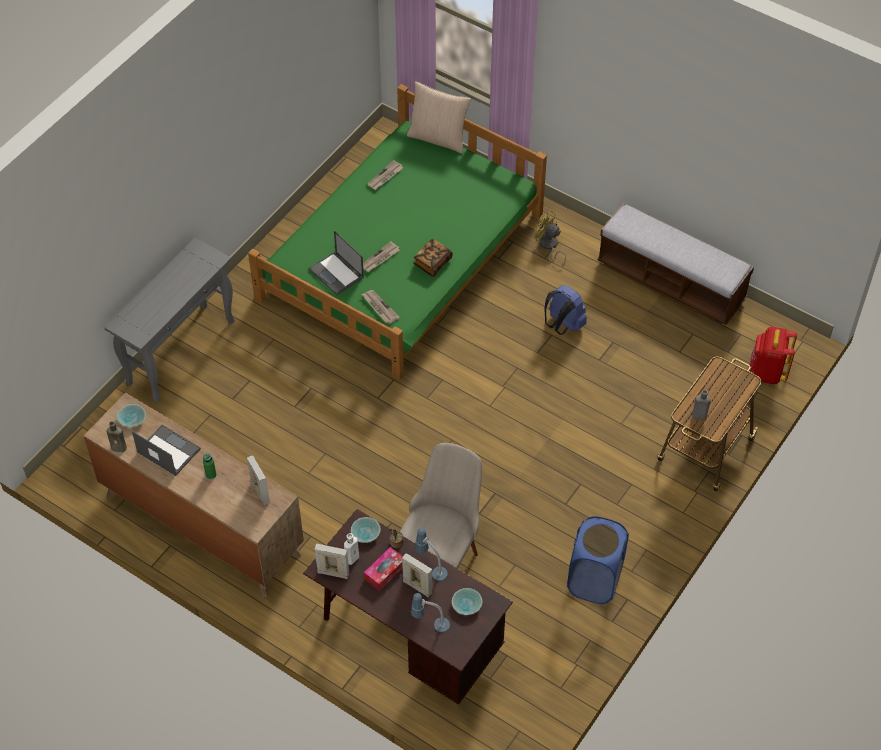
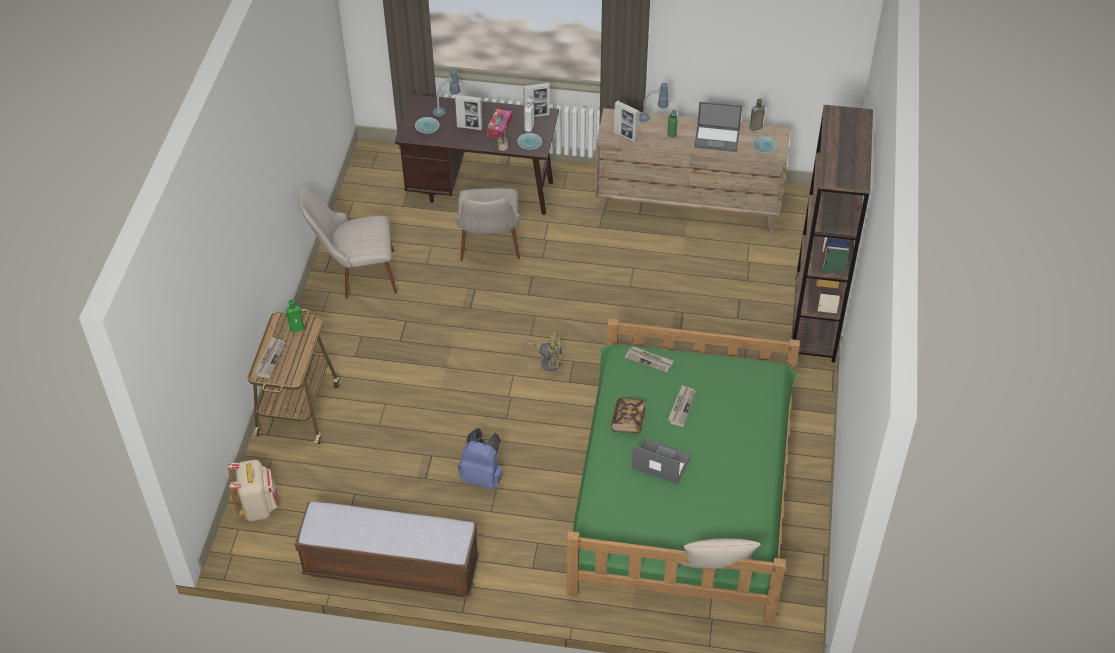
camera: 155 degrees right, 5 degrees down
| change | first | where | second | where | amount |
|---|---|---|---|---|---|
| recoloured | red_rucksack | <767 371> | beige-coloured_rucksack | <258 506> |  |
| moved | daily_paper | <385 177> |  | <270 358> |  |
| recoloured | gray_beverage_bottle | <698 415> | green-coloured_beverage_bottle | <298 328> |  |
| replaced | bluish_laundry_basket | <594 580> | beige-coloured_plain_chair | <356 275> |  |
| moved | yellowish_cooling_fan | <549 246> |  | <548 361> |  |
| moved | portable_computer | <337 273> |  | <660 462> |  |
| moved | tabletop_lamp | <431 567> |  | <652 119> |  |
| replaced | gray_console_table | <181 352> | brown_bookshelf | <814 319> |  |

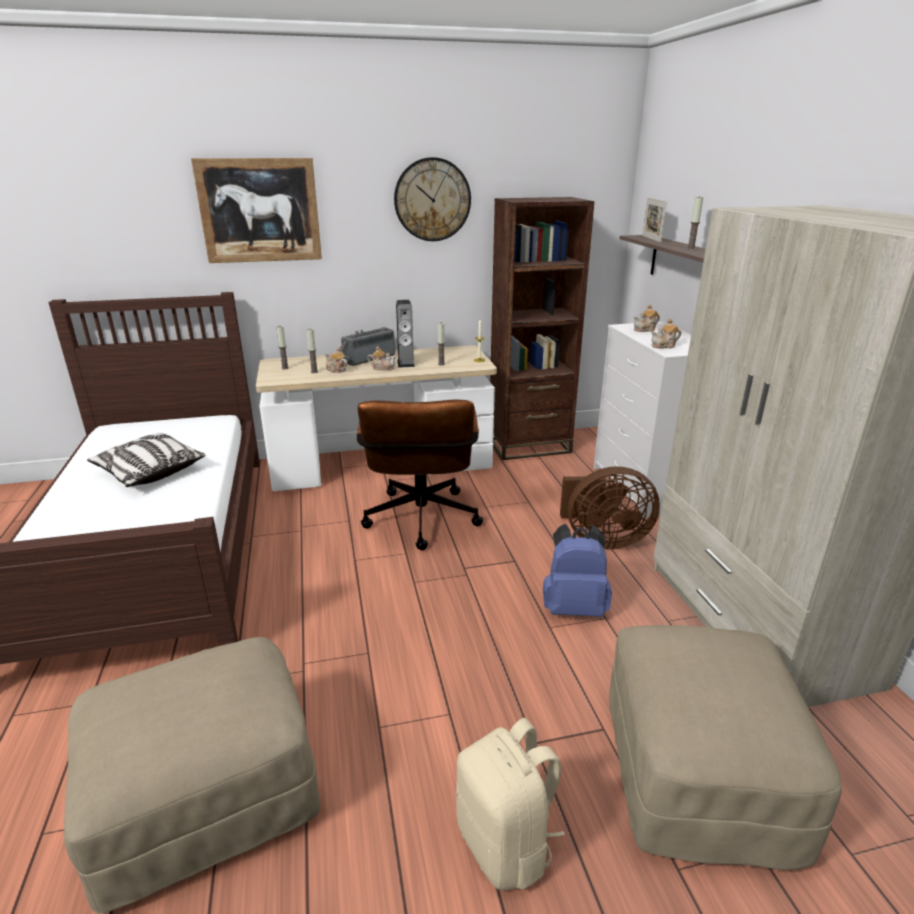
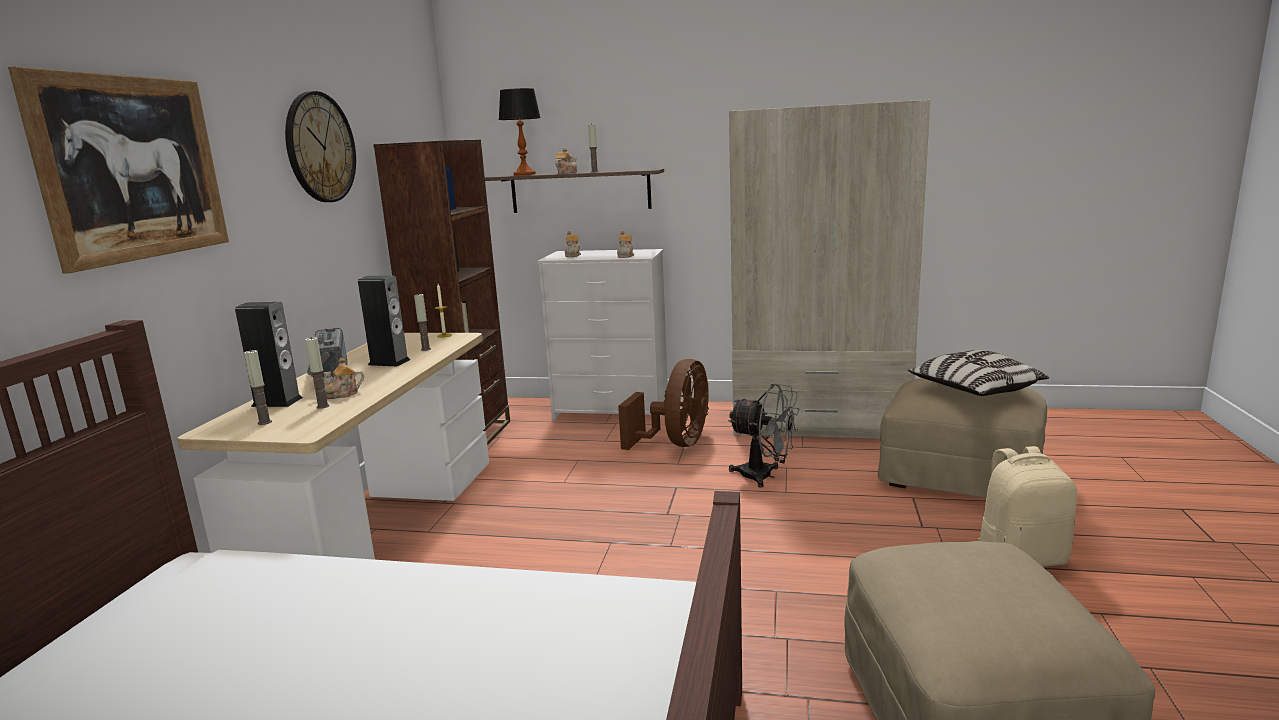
camera: 65 degrees left, 10 degrees down
| change | first | where | second | where | amount |
|---|---|---|---|---|---|
| added |  |  | audio_speaker | <277 402> |  |
| replaced | picture_frame | <651 239> | tabletop_lamp | <525 174> |  |
| moved | tea_pot | <382 368> |  | <566 172> |  |
| replaced | bluish_rucksack | <573 607> | gray_cooling_fan | <764 476> |  |
| moved | pillow | <149 472> |  | <974 391> |  |
| removed | brown_office_chair | <421 523> |  |  |  |

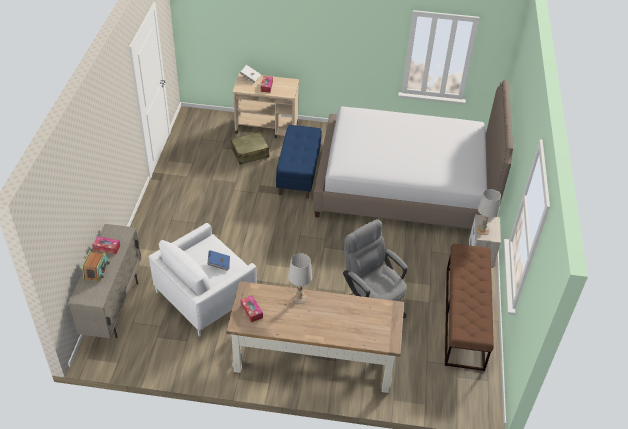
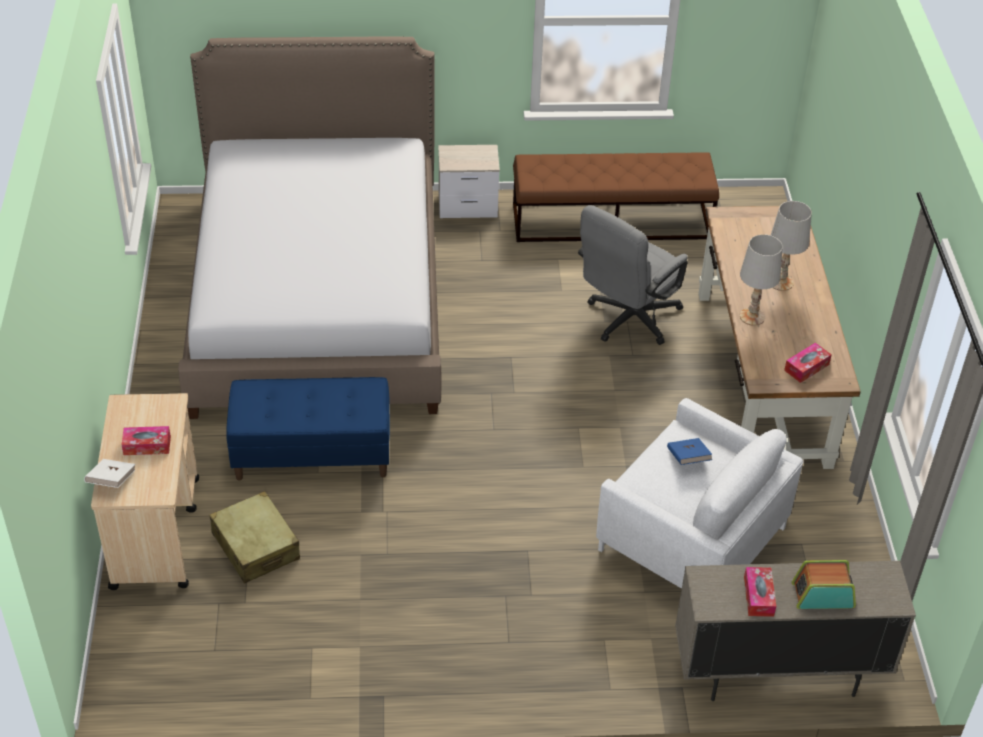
camera: 100 degrees left, 0 degrees up
| change | first | where | second | where | amount |
|---|---|---|---|---|---|
| moved | white_tabletop_lamp | <482 230> |  | <780 282> |  |

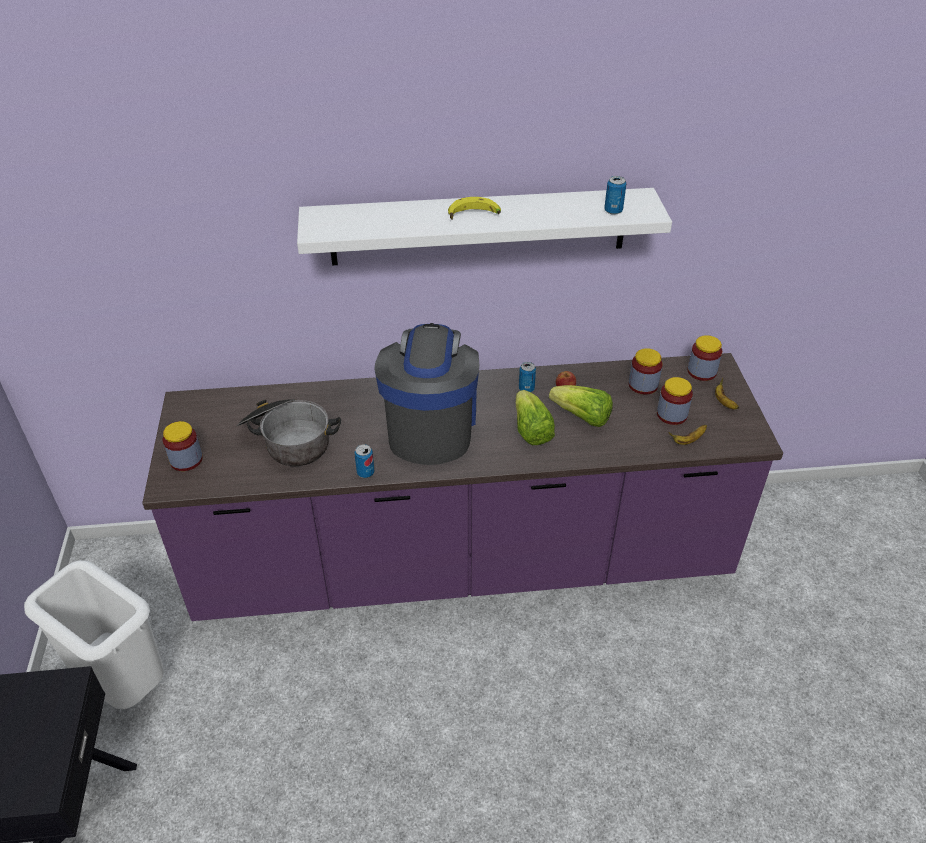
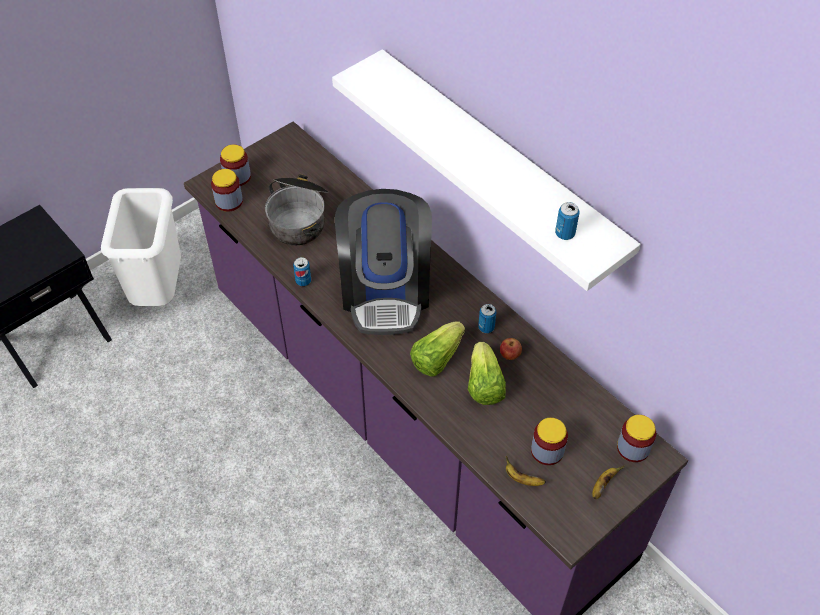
camera: 55 degrees right, 10 degrees up
| change | first | where | second | where | amount |
|---|---|---|---|---|---|
| moved | preserve_jar | <643 385> |  | <229 201> |  |
| turned | coffee_brewer | <430 426> |  | <385 290> | 120 degrees clockwise |
| removed | whole_banana | <474 217> |  |  |  |

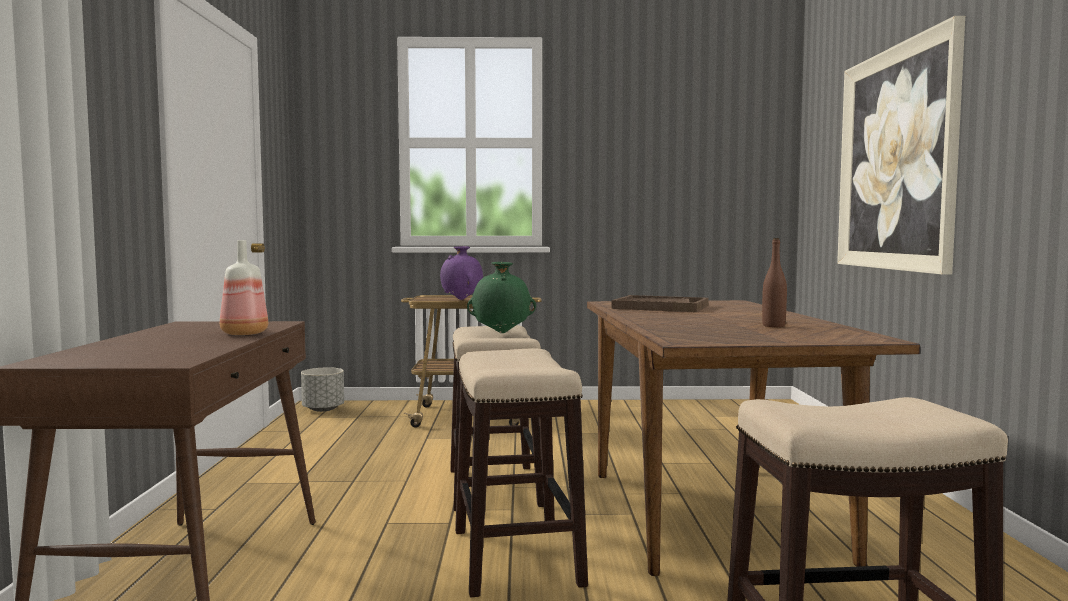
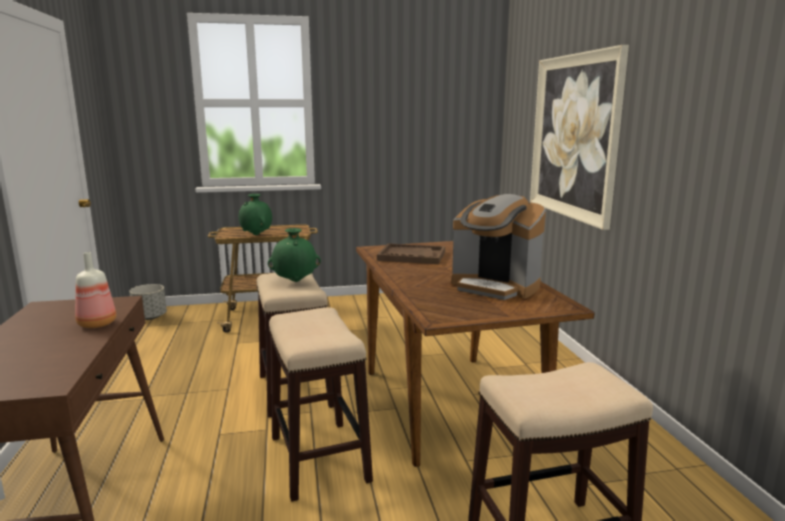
camera: 10 degrees left, 10 degrees up
| change | first | where | second | where | amount |
|---|---|---|---|---|---|
| recoloured | purplish_flower_vase | <462 299> | green-coloured_flower_vase | <256 235> |  |
| replaced | brown_beverage_bottle | <773 326> | coffee_brewer | <495 287> |  |

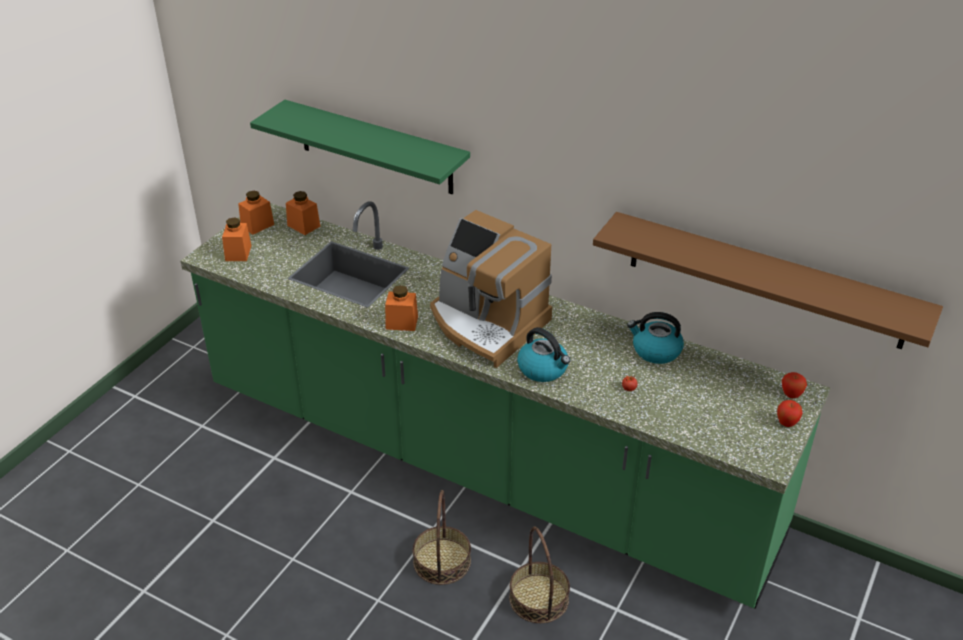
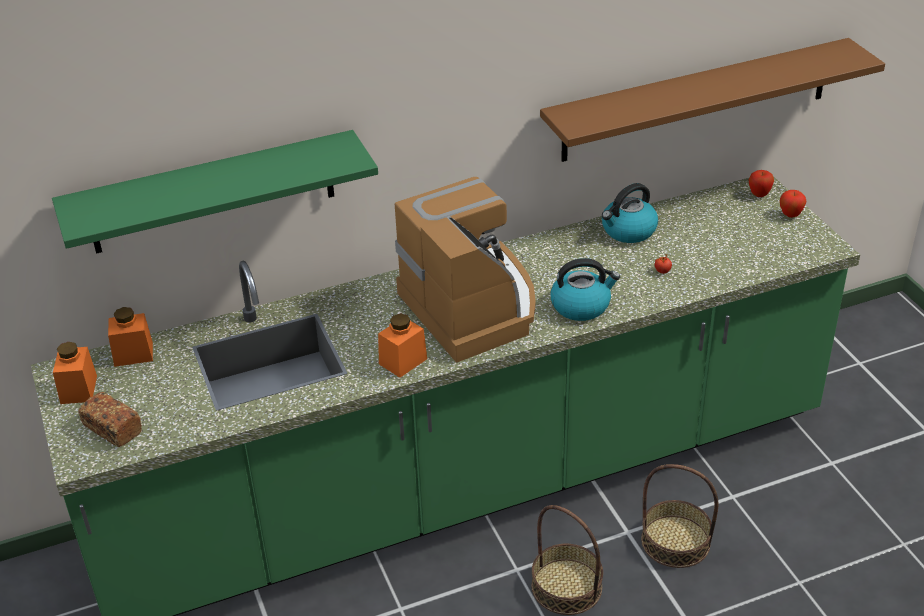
camera: 50 degrees left, 0 degrees up
| change | first | where | second | where | amount |
|---|---|---|---|---|---|
| replaced | orange_preserve_jar | <238 253> | bread | <112 428> |  |
| turned | coffee_brewer | <487 323> |  | <473 307> | 105 degrees counterclockwise |

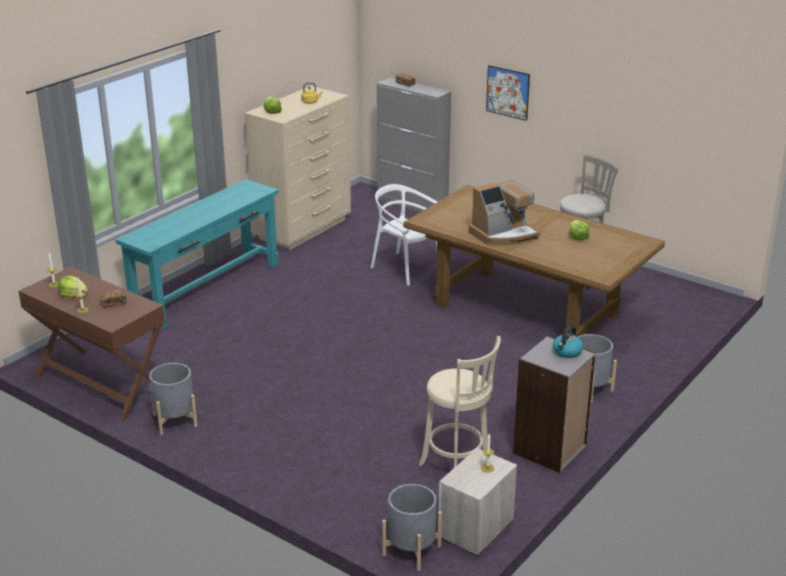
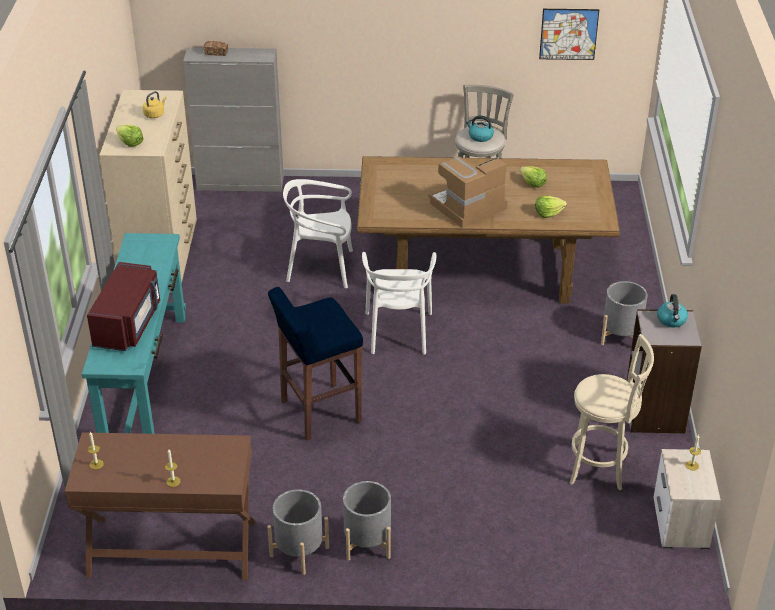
camera: 35 degrees left, 10 degrees up
| change | first | where | second | where | amount |
|---|---|---|---|---|---|
| added |  |  | red_microwave | <128 324> |  |
| added |  |  | bluish_stool_seat | <319 412> |  |
| moved | gray_flower_pot | <411 550> |  | <367 543> |  |
| added |  |  | white_plain_chair | <398 332> |  |
| turned | coffee_brewer | <503 235> |  | <467 207> | 150 degrees counterclockwise |
| added |  |  | water_kettle | <480 136> |  |
| moved | head_of_lettuce | <73 294> |  | <548 213> |  |
| moved | wall_picture | <507 92> |  | <568 34> |  |
| removed | bread | <114 303> |  |  |  |

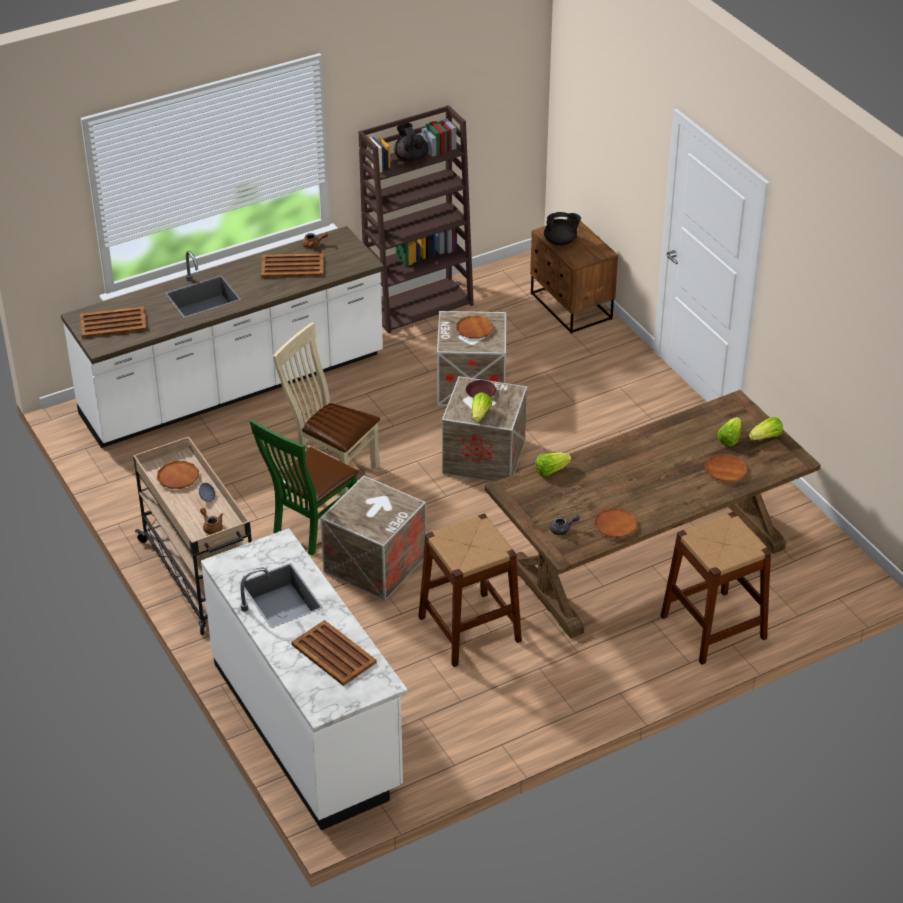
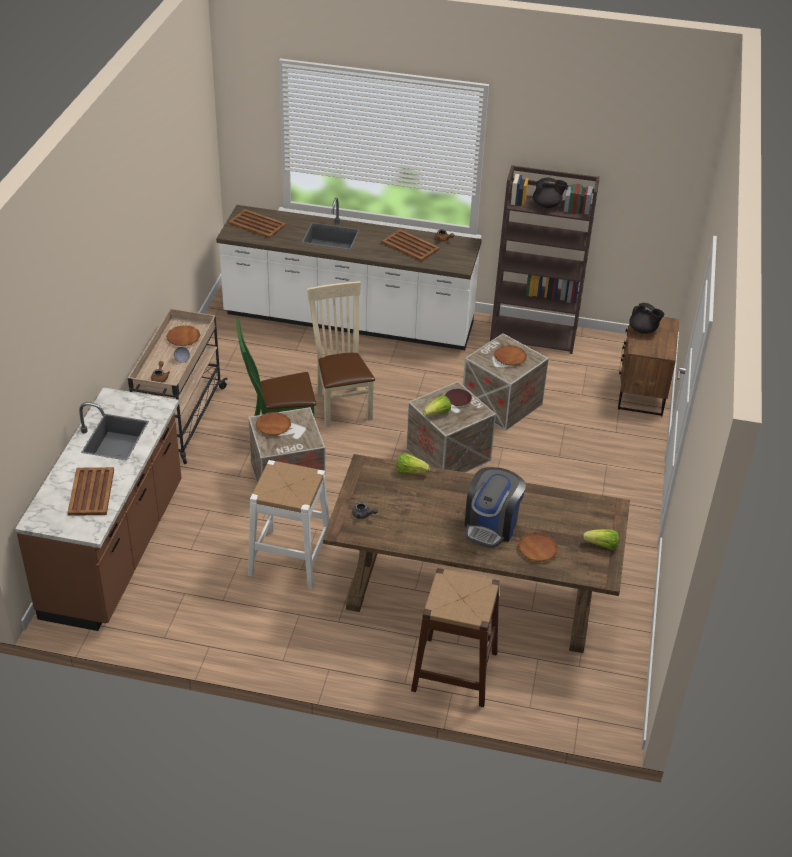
camera: 40 degrees right, 0 degrees up
| change | first | where | second | where | amount |
|---|---|---|---|---|---|
| recoloured | white_kitchen_base_unit | <307 726> | brown_kitchen_base_unit | <115 551> |  |
| recoloured | brown_stool_seat | <469 629> | white_stool_seat | <290 558> |  |
| moved | brown_dinner_plate | <615 525> |  | <273 426> |  |
| added |  |  | coffee_brewer | <491 525> |  |
| turned | black-coloured_tea_pot | <410 158> |  | <547 205> | 75 degrees clockwise |
| removed | head_of_lettuce | <729 439> |  |  |  |

